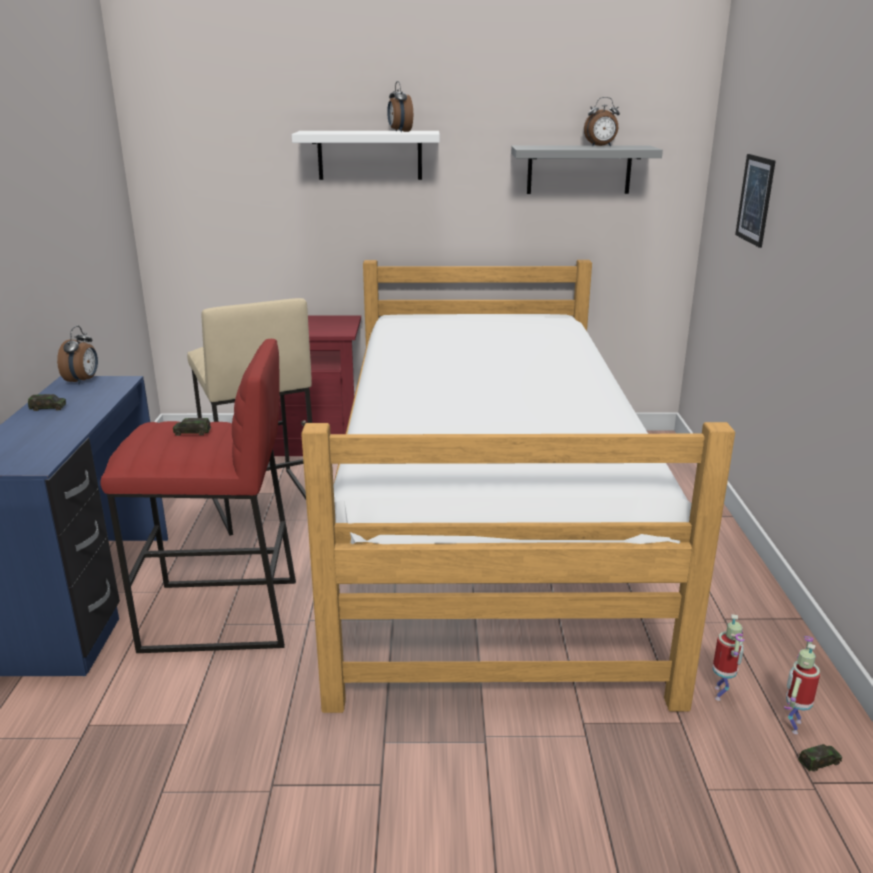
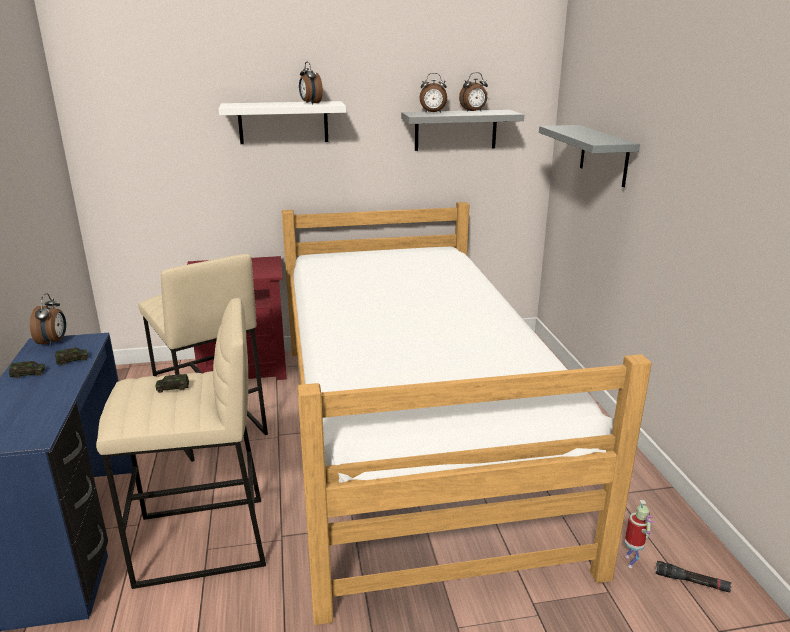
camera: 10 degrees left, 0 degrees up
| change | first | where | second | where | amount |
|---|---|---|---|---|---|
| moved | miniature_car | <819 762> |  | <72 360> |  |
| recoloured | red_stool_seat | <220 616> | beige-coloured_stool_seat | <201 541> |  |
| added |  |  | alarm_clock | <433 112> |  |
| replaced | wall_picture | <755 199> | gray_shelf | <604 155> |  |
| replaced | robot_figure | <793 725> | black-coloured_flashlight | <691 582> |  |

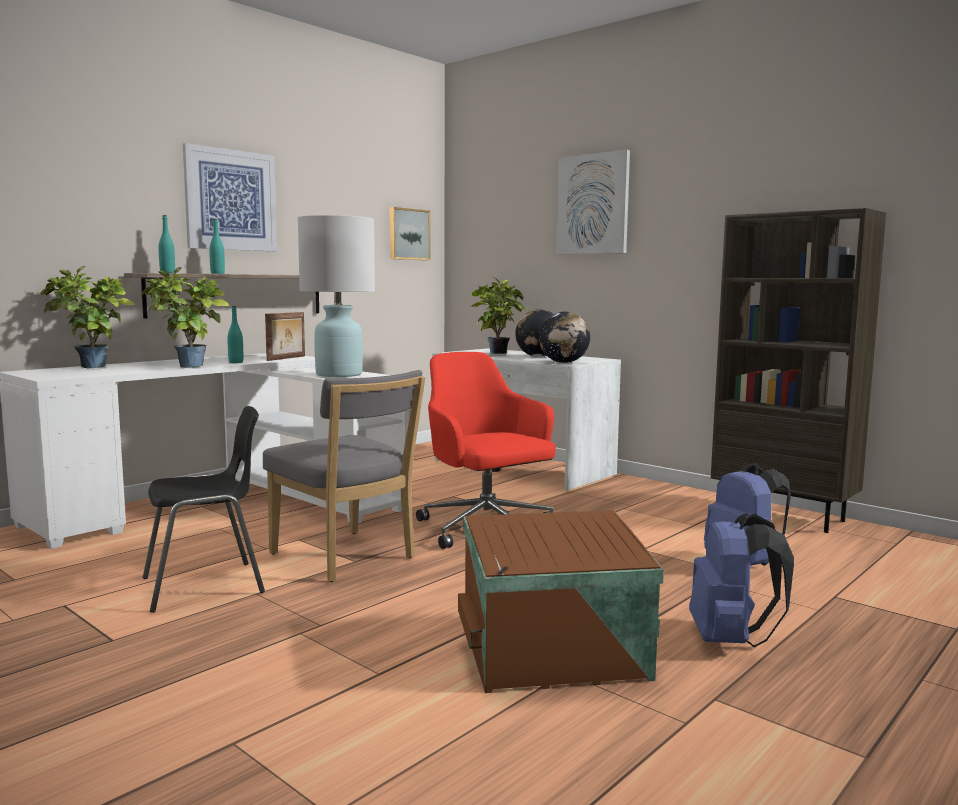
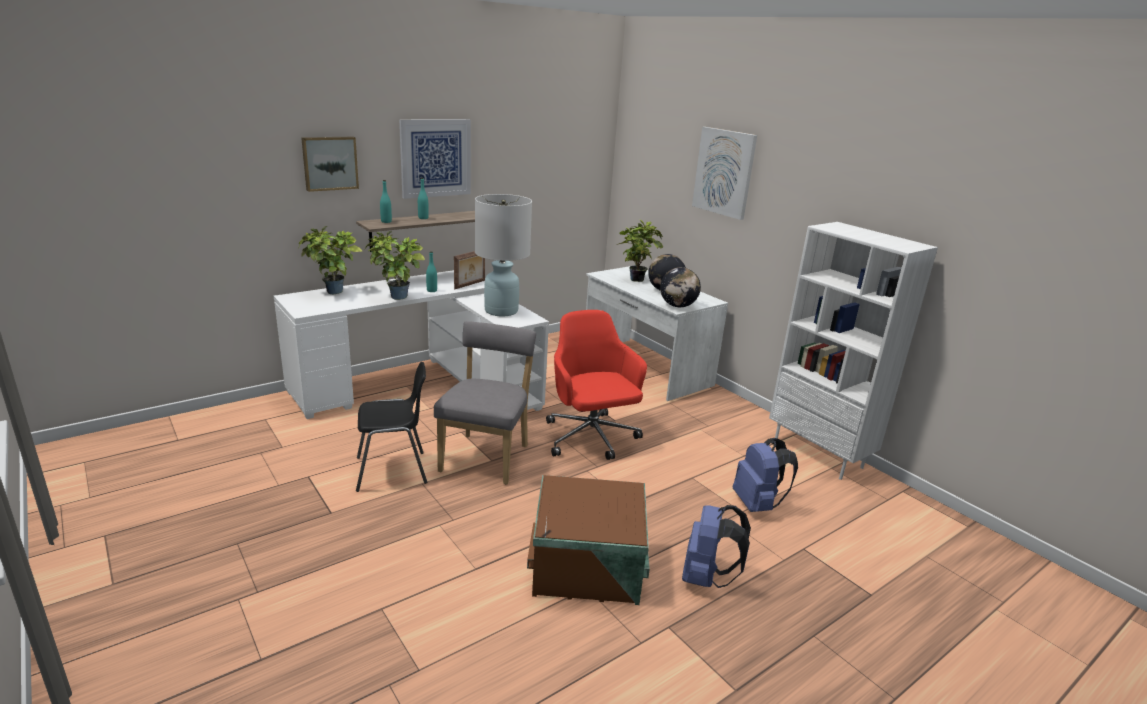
camera: 10 degrees right, 15 degrees up
| change | first | where | second | where | amount |
|---|---|---|---|---|---|
| moved | wall_picture | <408 234> |  | <330 163> |  |
| turned | gray_plain_chair | <346 558> |  | <487 456> | 135 degrees counterclockwise |
| recoloured | brown_bookshelf | <783 515> | white_bookshelf | <818 454> |  |

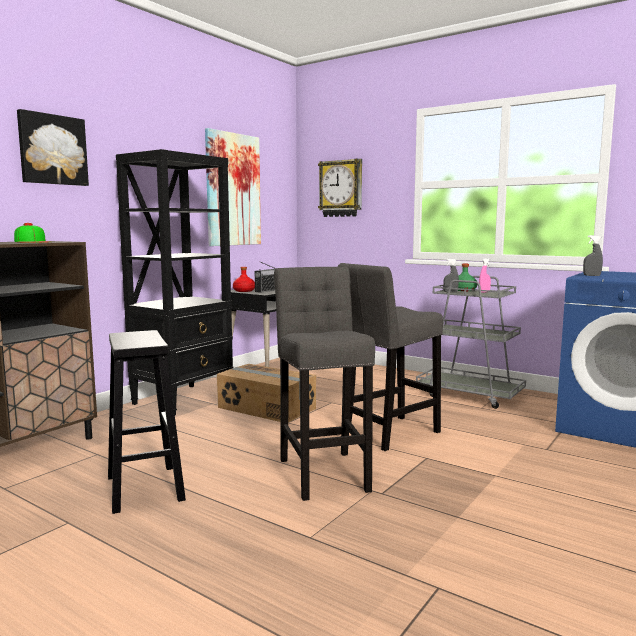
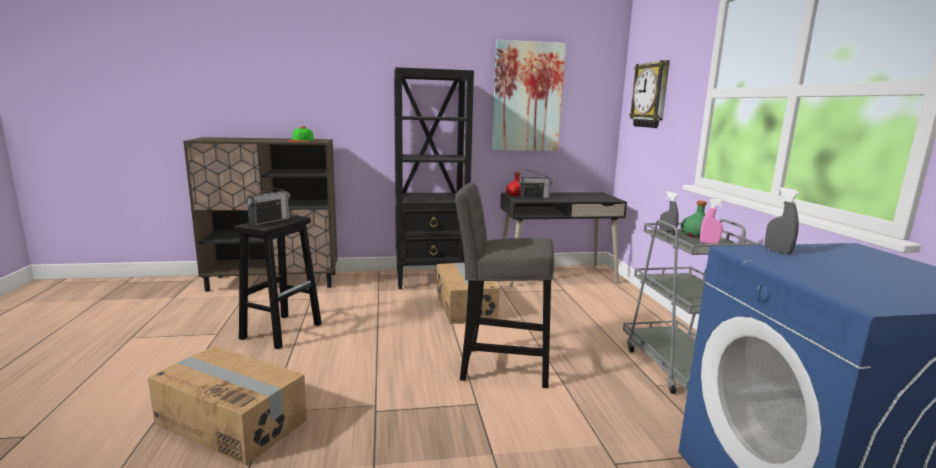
camera: 45 degrees right, 5 degrees up
| change | first | where | second | where | amount |
|---|---|---|---|---|---|
| added |  |  | cardboard_box | <232 421> |  |
| added |  |  | radio | <269 221> |  |
| removed | wall_picture | <52 150> |  |  |  |
| removed | gray_stool_seat | <323 472> |  |  |  |

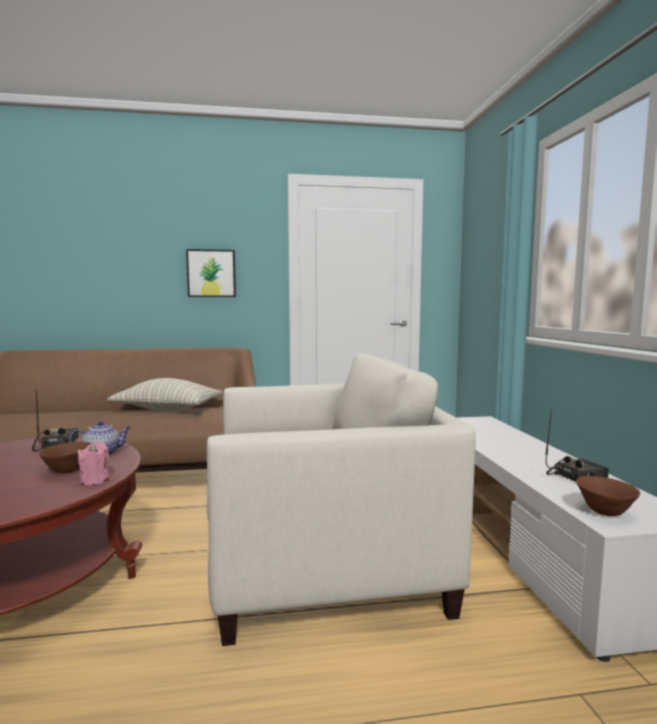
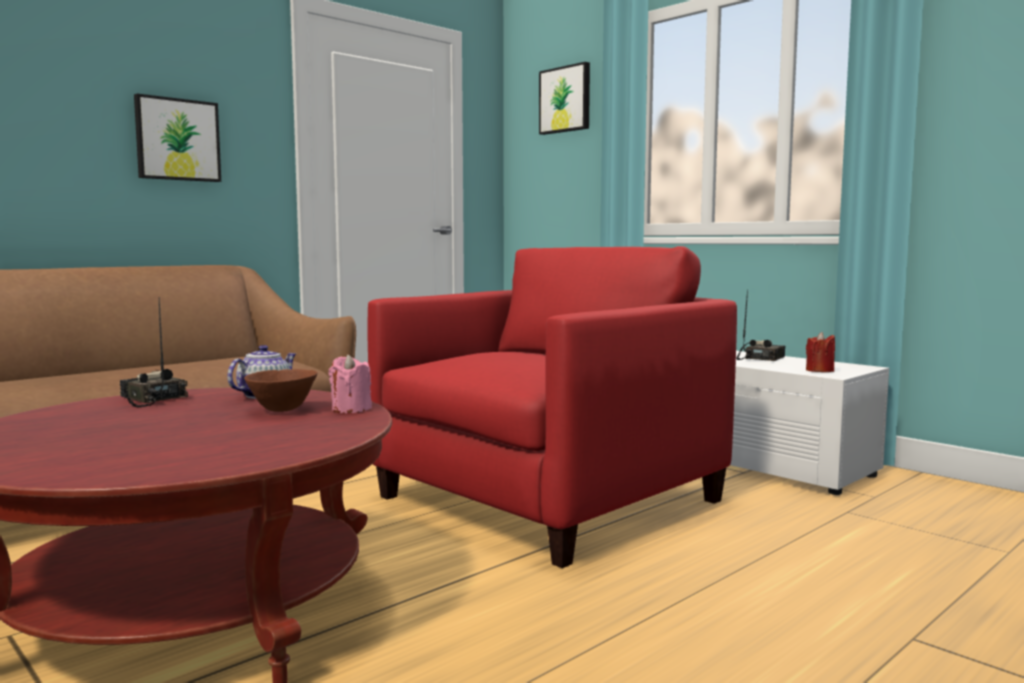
camera: 35 degrees left, 0 degrees up
| change | first | where | second | where | amount |
|---|---|---|---|---|---|
| recoloured | beige-coloured_armchair | <324 562> | red_armchair | <547 499> |  |
| added |  |  | wall_picture | <565 99> |  |
| replaced | brown_deep_dish | <605 512> | red_candle | <819 370> |  |
| removed | pillow | <167 409> |  |  |  |

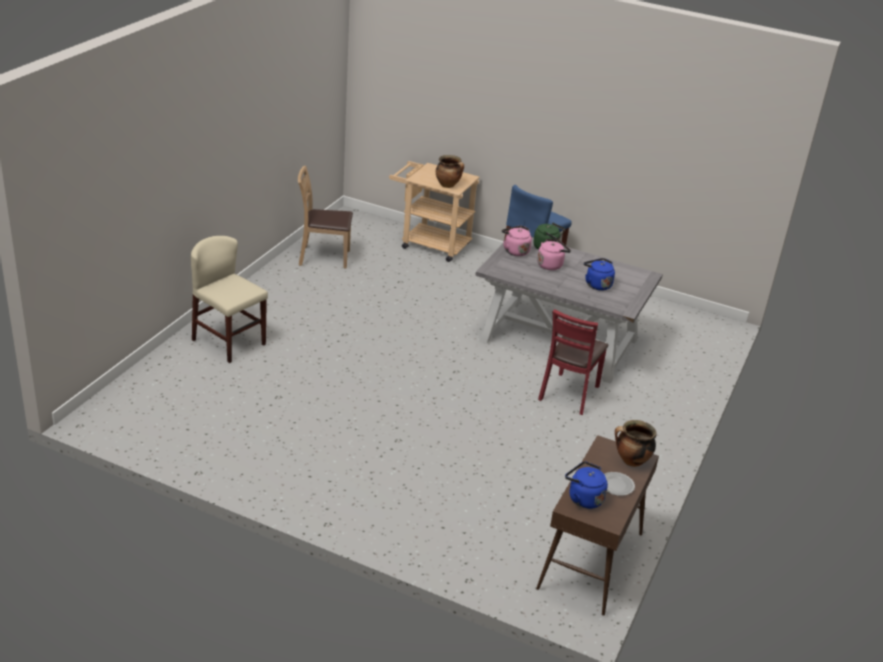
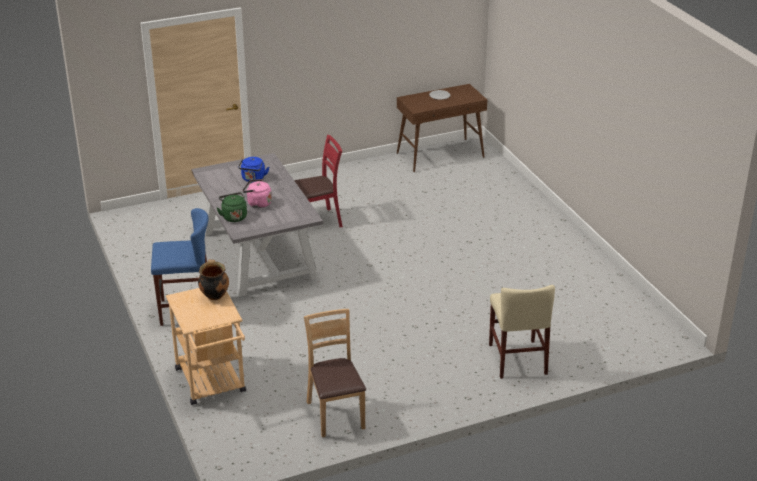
camera: 135 degrees left, 0 degrees up
| change | first | where | second | where | amount |
|---|---|---|---|---|---|
| turned | brown_plain_chair | <323 257> |  | <336 414> | 150 degrees counterclockwise |
| removed | pink_water_kettle | <515 251> |  |  |  |
| removed | bluish_water_kettle | <583 498> |  |  |  |
| removed | cooking_pot | <631 461> |  |  |  |

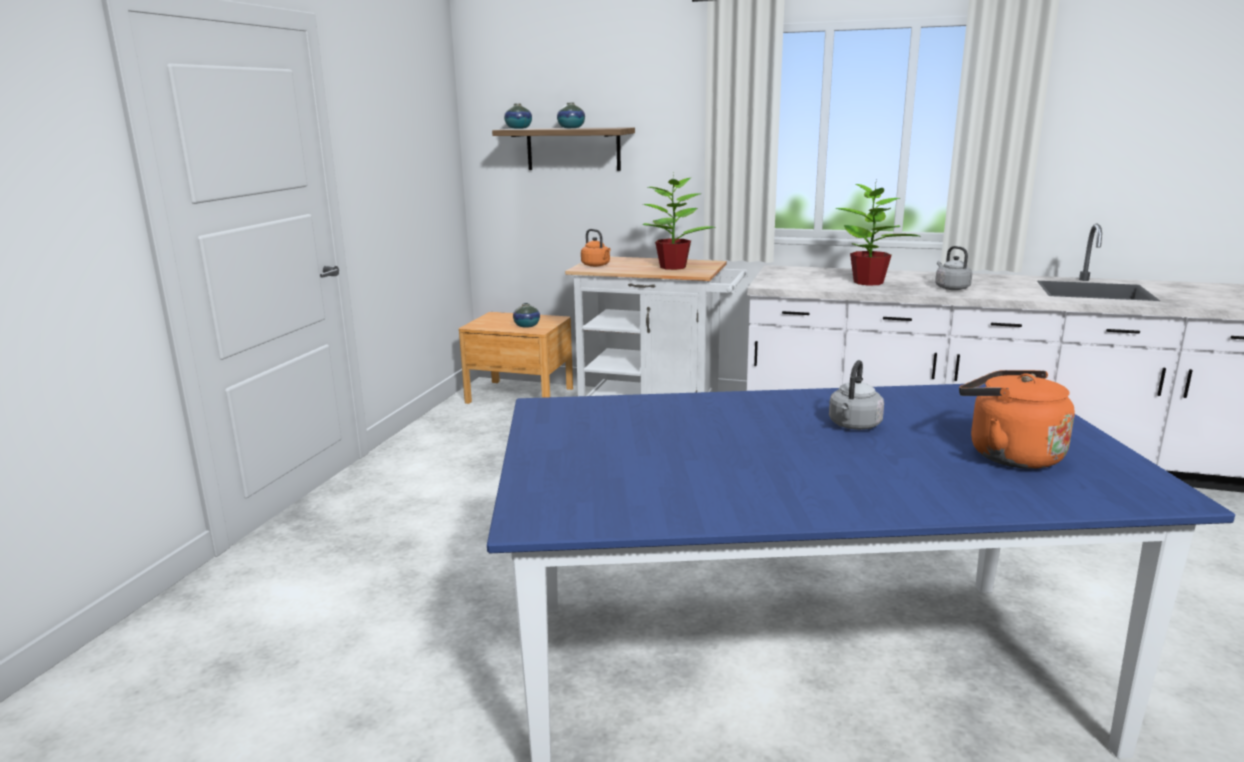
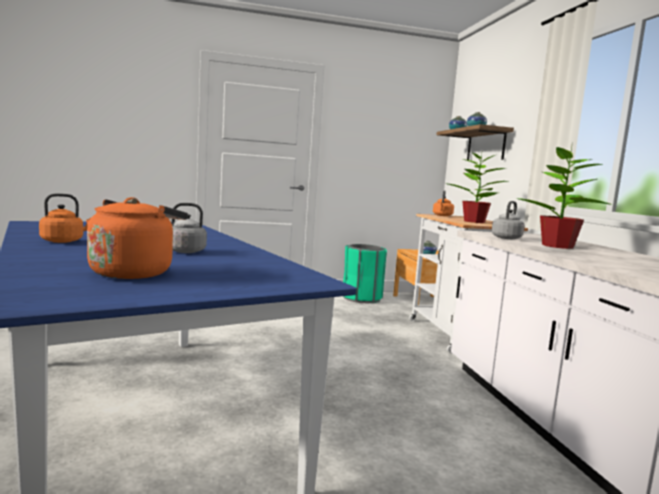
camera: 60 degrees right, 10 degrees down
| change | first | where | second | where | amount |
|---|---|---|---|---|---|
| added |  |  | orange_water_kettle | <64 241> |  |
| added |  |  | green-coloured_trash_can | <361 298> |  |
| moved | gray_water_kettle | <950 288> |  | <507 238> |  |

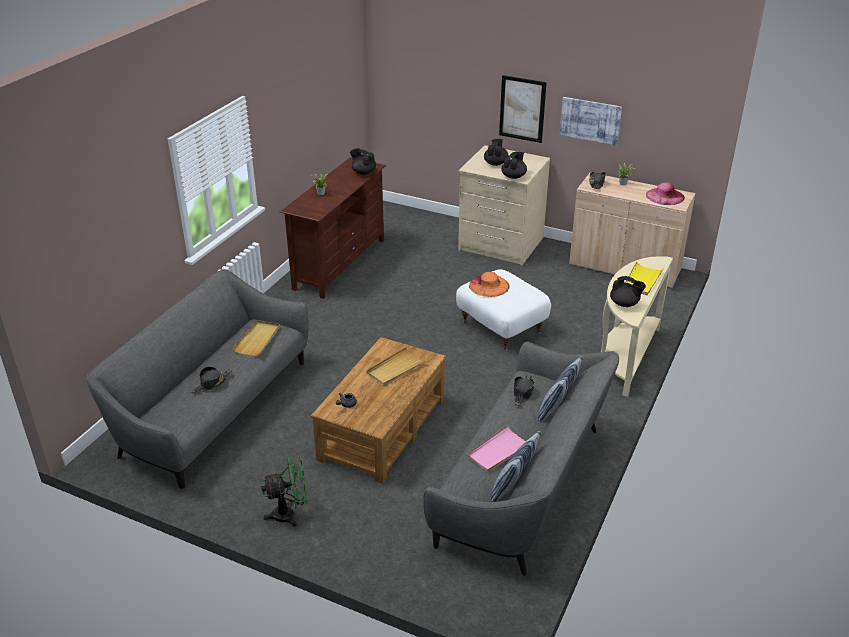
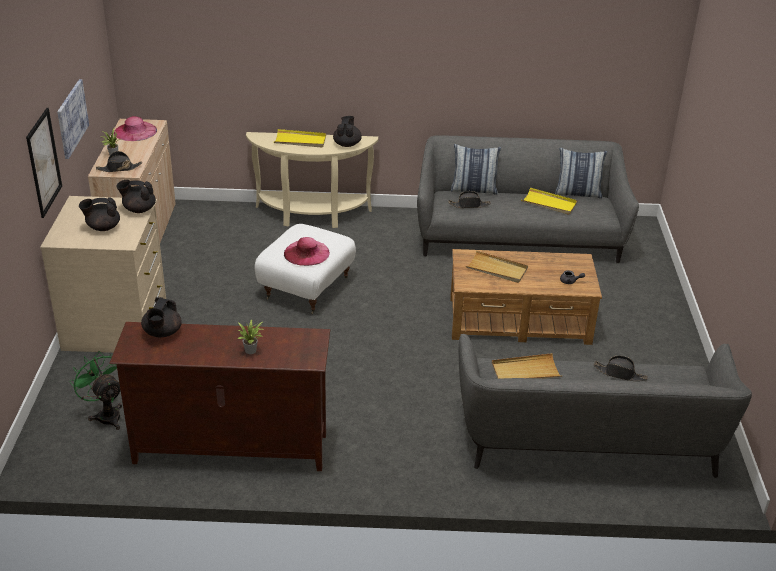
camera: 115 degrees left, 0 degrees up
| change | first | where | second | where | amount |
|---|---|---|---|---|---|
| moved | green-coloured_cooling_fan | <290 514> |  | <106 414> |  |
| recoloured | orange_clothing_hat | <489 285> | pink_clothing_hat | <306 253> |  |
| recoloured | pink_tray | <498 451> | yellowish_tray | <549 203> |  |

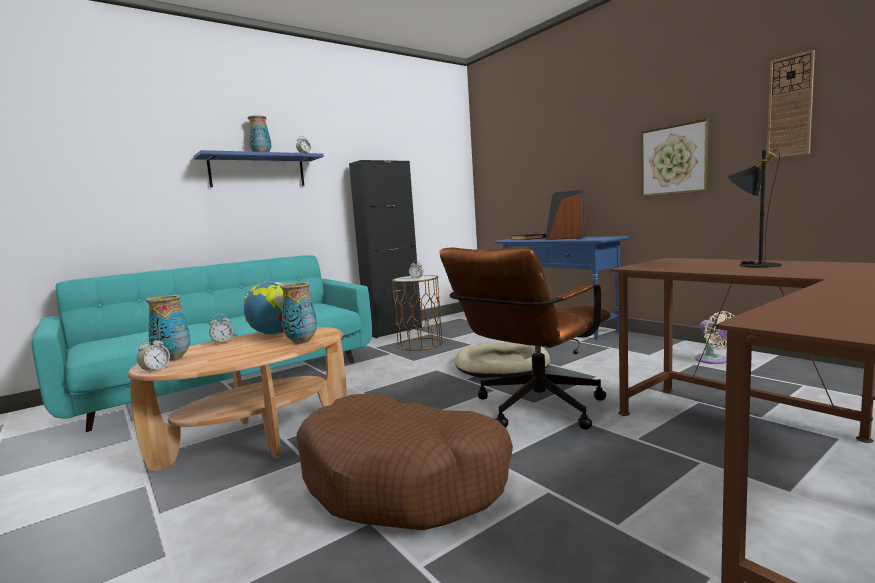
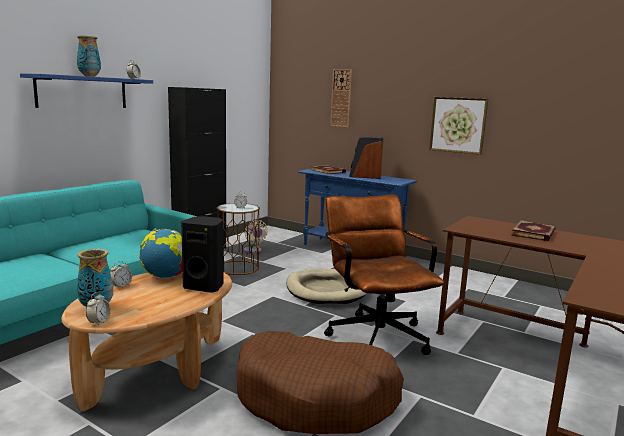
camera: 20 degrees left, 5 degrees up
| change | first | where | second | where | amount |
|---|---|---|---|---|---|
| replaced | flower_vase | <302 342> | black-coloured_audio_speaker | <205 286> |  |
| moved | beige-coloured_cooling_fan | <713 360> |  | <253 251> |  |
| turned | brown_office_chair | <532 410> |  | <374 333> | 135 degrees clockwise |
| moved | clock_on_the_wall | <790 106> |  | <341 98> |  |
| replaced | black-coloured_tabletop_lamp | <753 265> | bound_book | <534 233> |  |

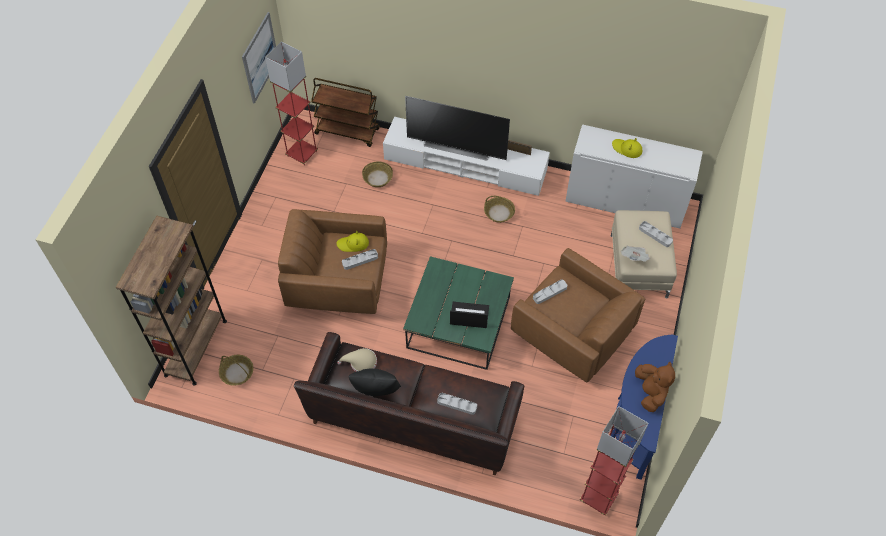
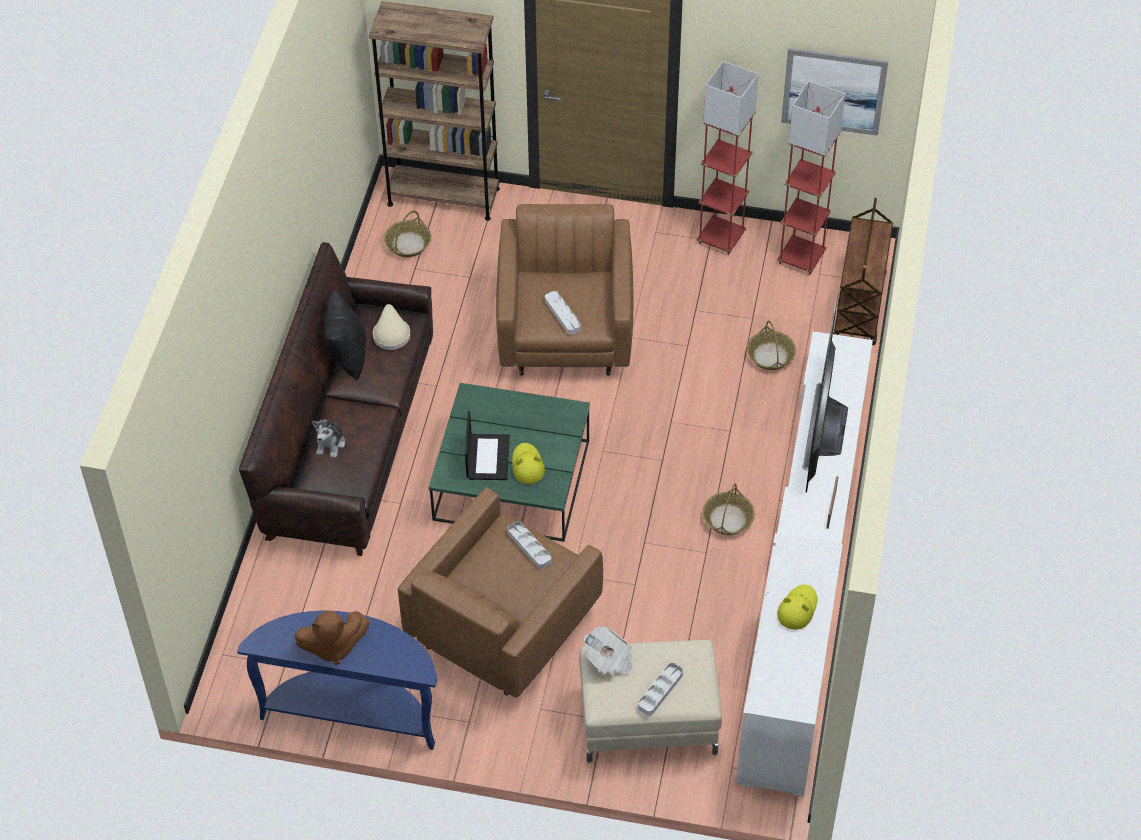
camera: 85 degrees right, 5 degrees down
| change | first | where | second | where | amount |
|---|---|---|---|---|---|
| replaced | gray_tray | <457 404> | soft_toy | <331 444> |  |
| moved | yellowish_clothing_hat | <353 244> |  | <527 465> |  |
| moved | red_standard_lamp | <599 497> |  | <720 238> |  |

